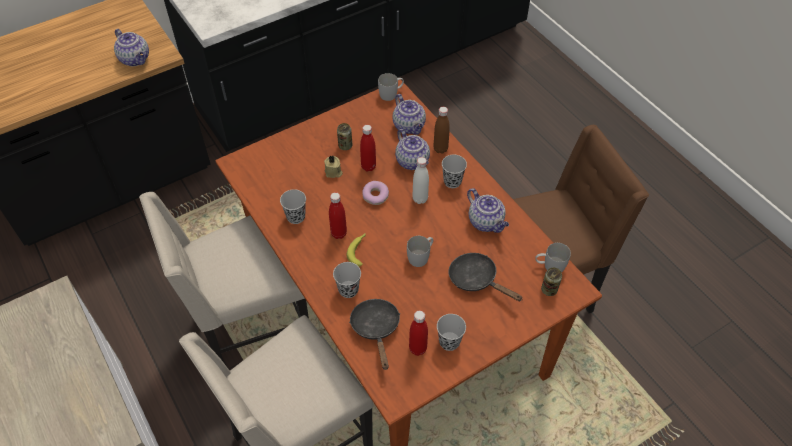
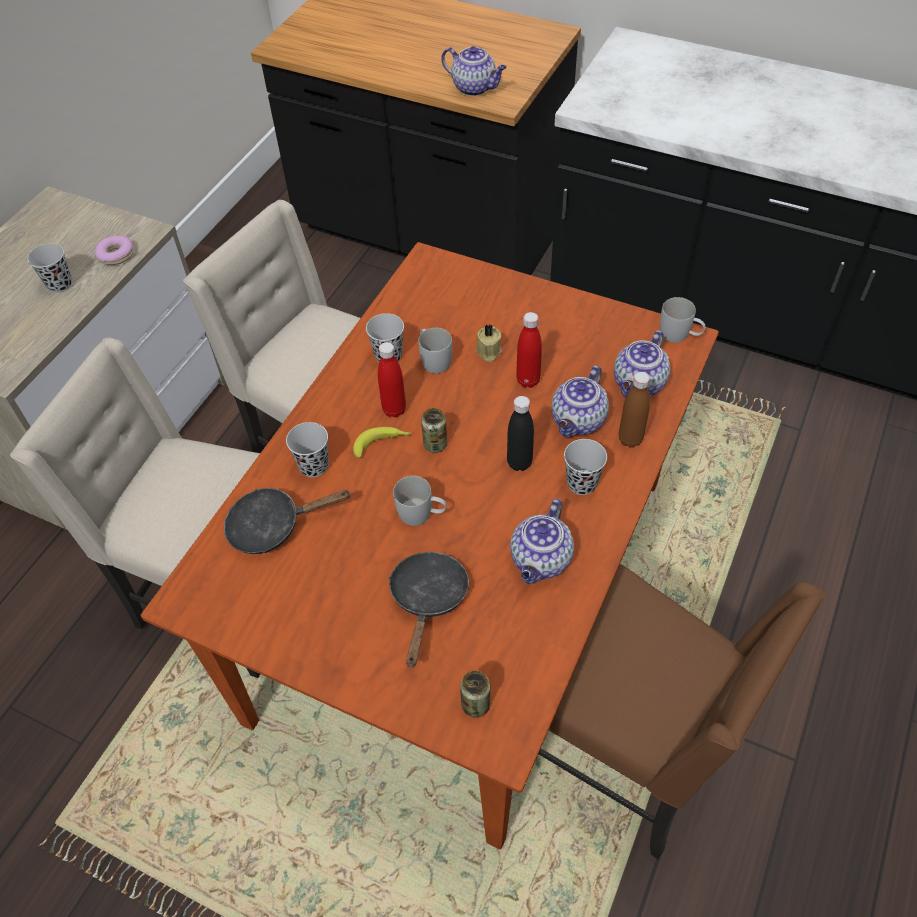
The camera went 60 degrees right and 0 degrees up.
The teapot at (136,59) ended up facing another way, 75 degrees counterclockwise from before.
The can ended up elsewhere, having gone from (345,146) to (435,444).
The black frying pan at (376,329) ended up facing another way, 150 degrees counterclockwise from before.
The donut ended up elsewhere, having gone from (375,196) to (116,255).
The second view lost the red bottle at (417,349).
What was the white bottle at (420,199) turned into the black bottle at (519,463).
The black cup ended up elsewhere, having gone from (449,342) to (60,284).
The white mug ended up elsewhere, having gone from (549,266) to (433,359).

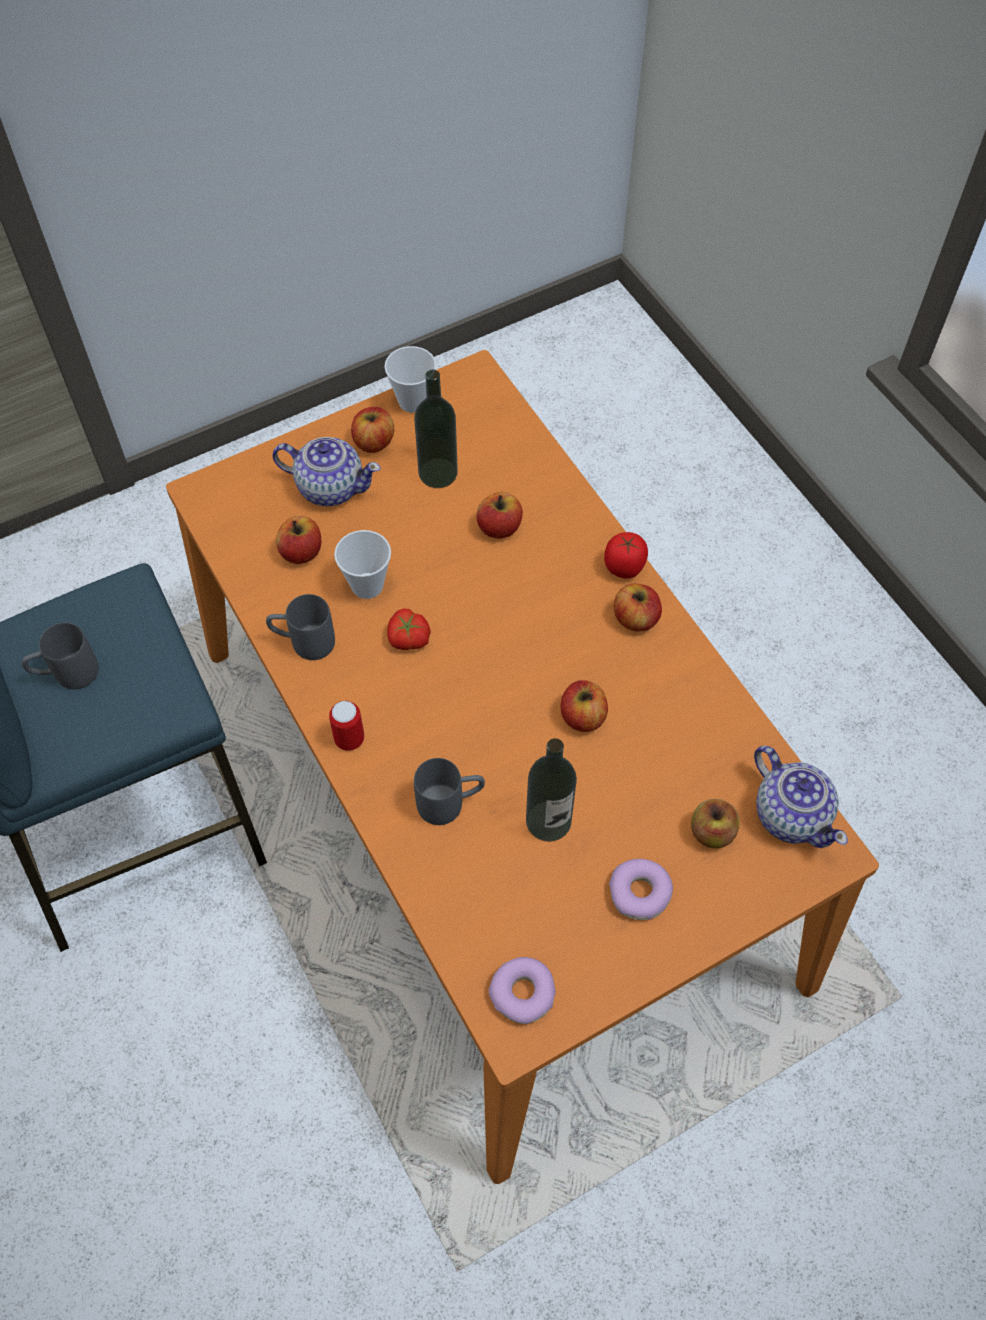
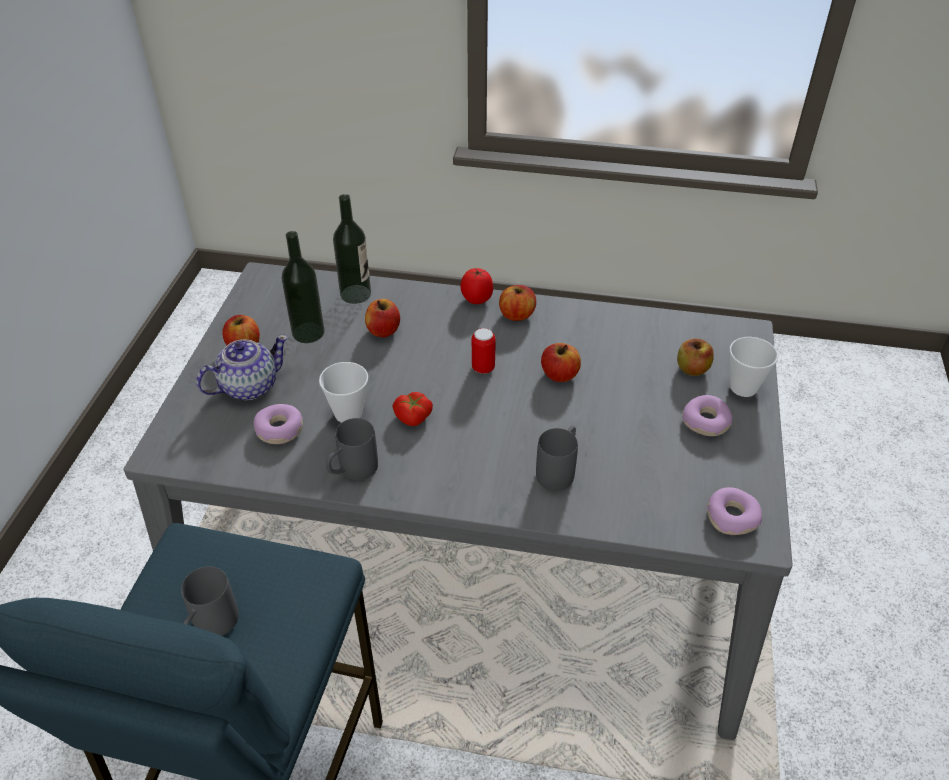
The camera went 50 degrees left and 15 degrees down.
What was the orange dining table at (493,809) turned into the grey dining table at (474,561).
Where the apple stood at (301,552), the donut came to stand at (280,430).
The can ended up elsewhere, having gone from (349,739) to (483,368).
The cup ended up elsewhere, having gone from (413,401) to (743,387).
The bottle ended up elsewhere, having gone from (548,821) to (355,294).
The second view lost the teapot at (791,814).

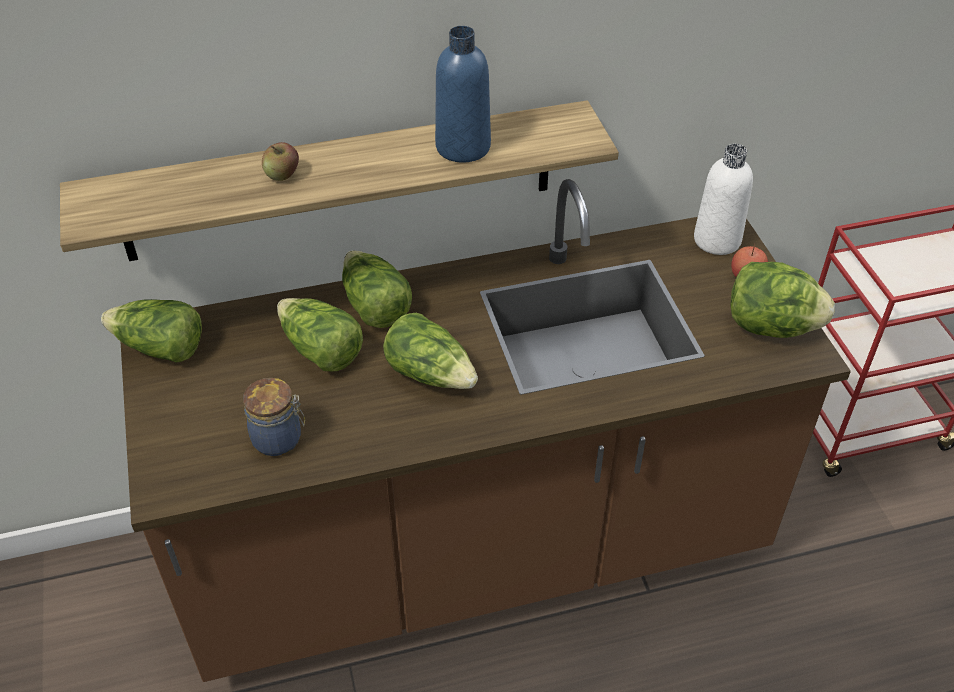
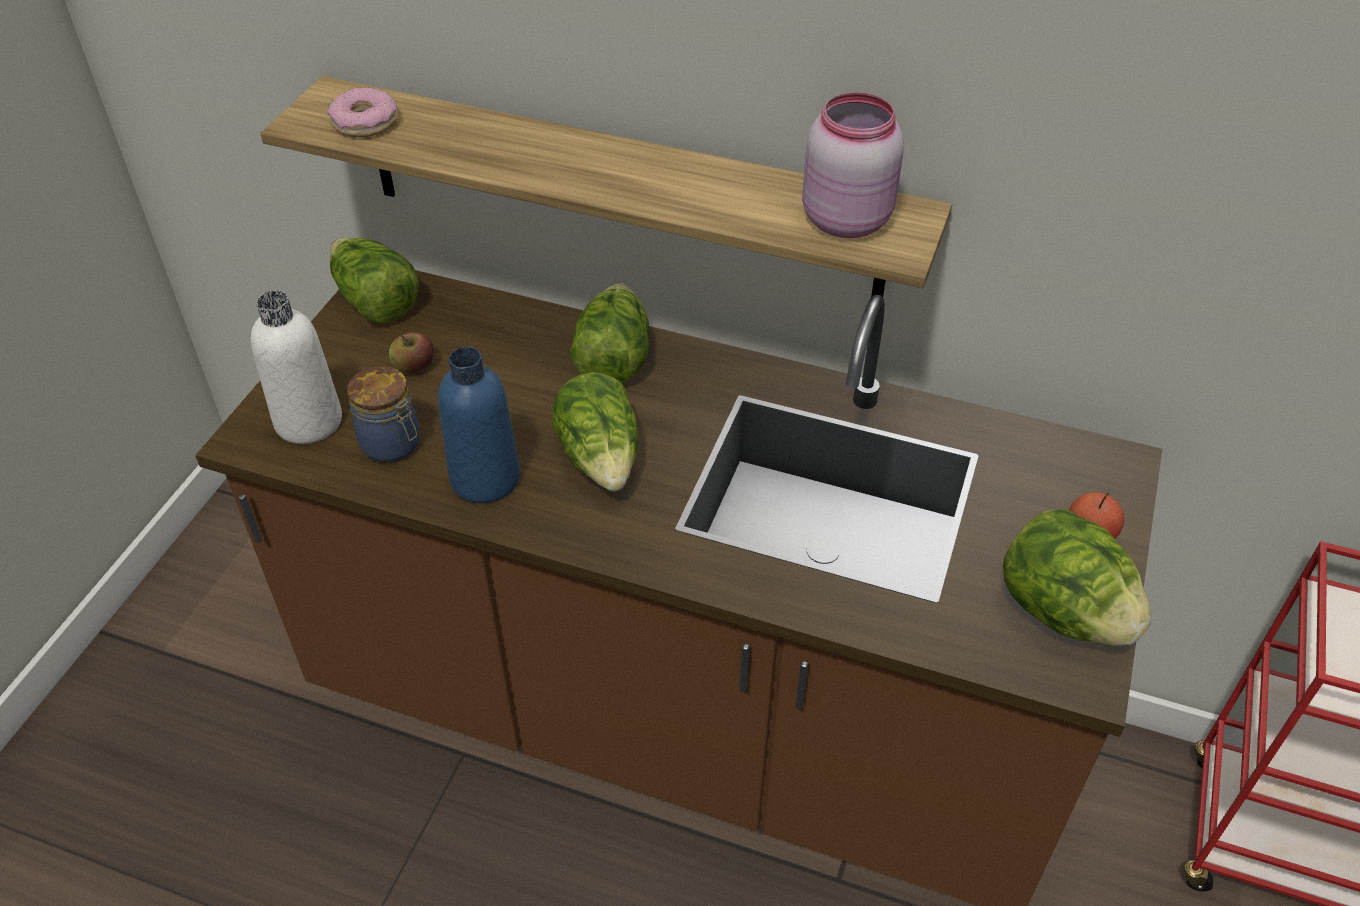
The camera went 35 degrees right and 0 degrees up.
The apple ended up elsewhere, having gone from (282,174) to (414,367).
The second view lost the lettuce at (320,350).
The blue bottle ended up elsewhere, having gone from (463,147) to (485,478).
The white bottle ended up elsewhere, having gone from (717,240) to (308,421).
The second view gained the donut at (365,122).
The second view gained the pink jar at (846,218).

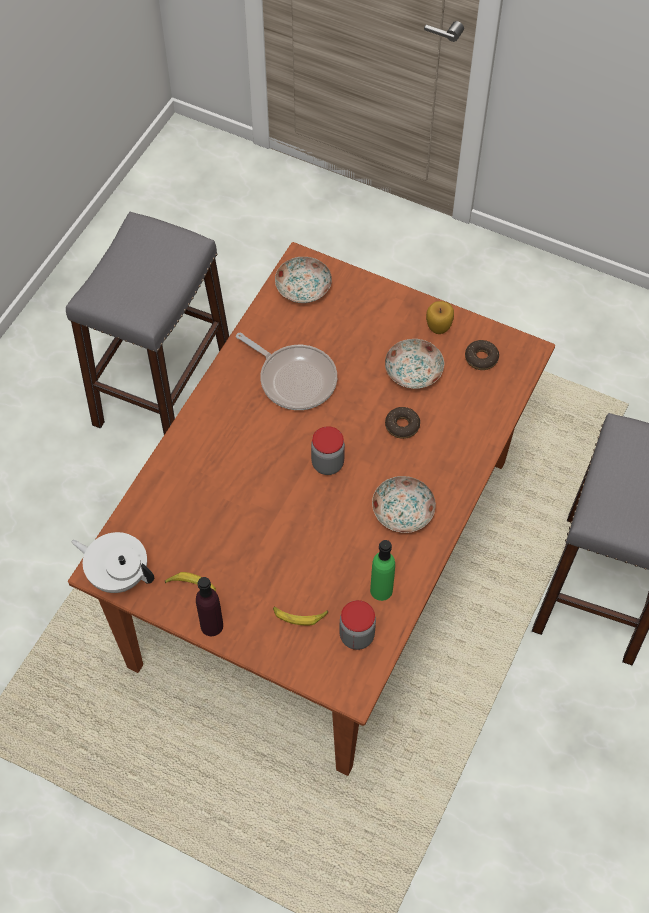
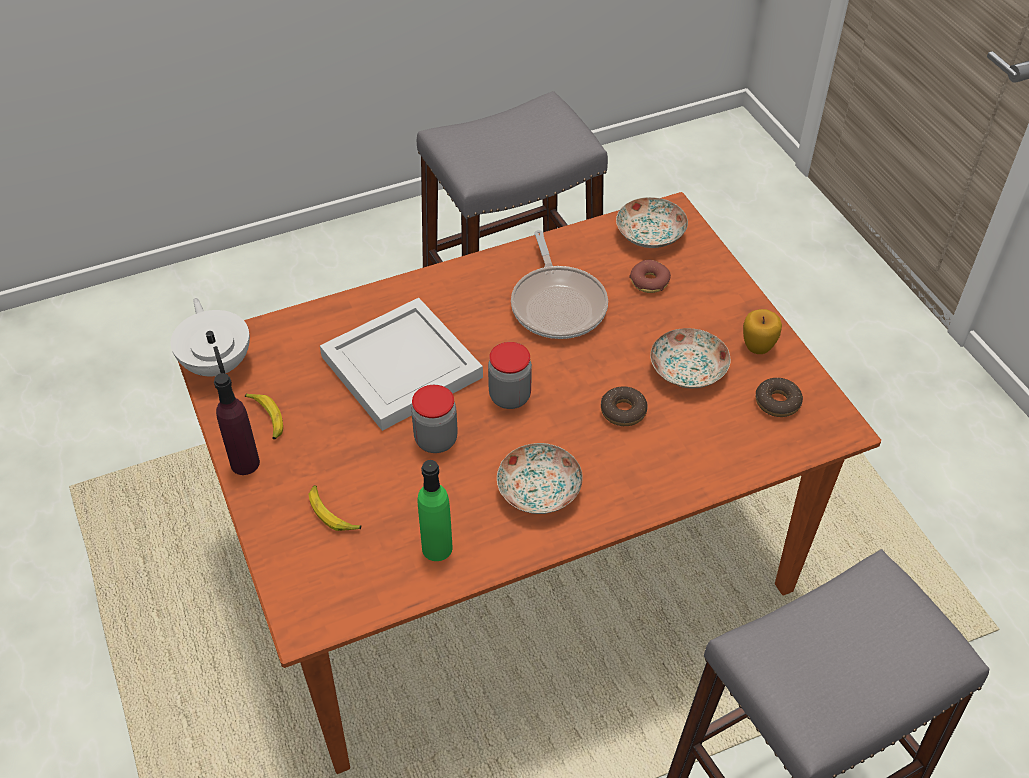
The camera went 40 degrees right and 10 degrees down.
The jar ended up elsewhere, having gone from (356,636) to (436,440).
The second view gained the white tray at (402,365).
The second view gained the donut at (649,281).

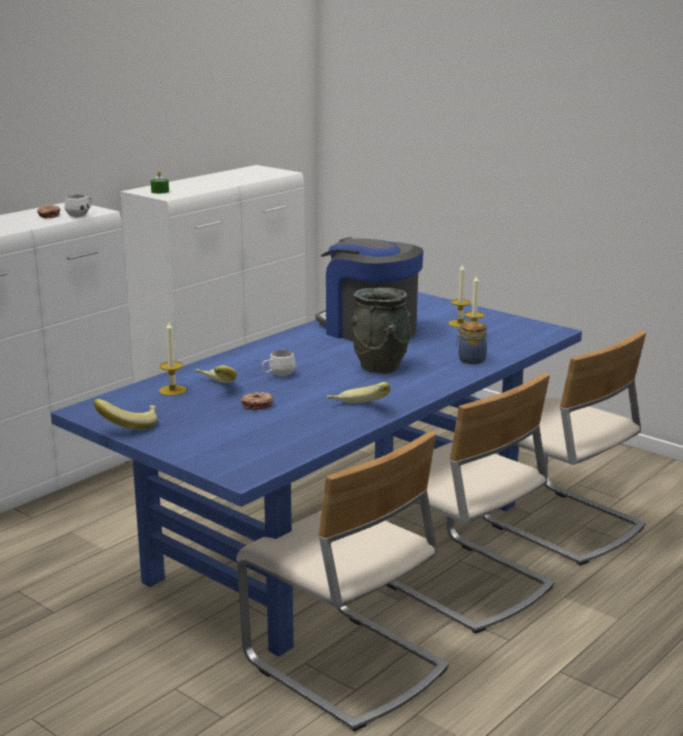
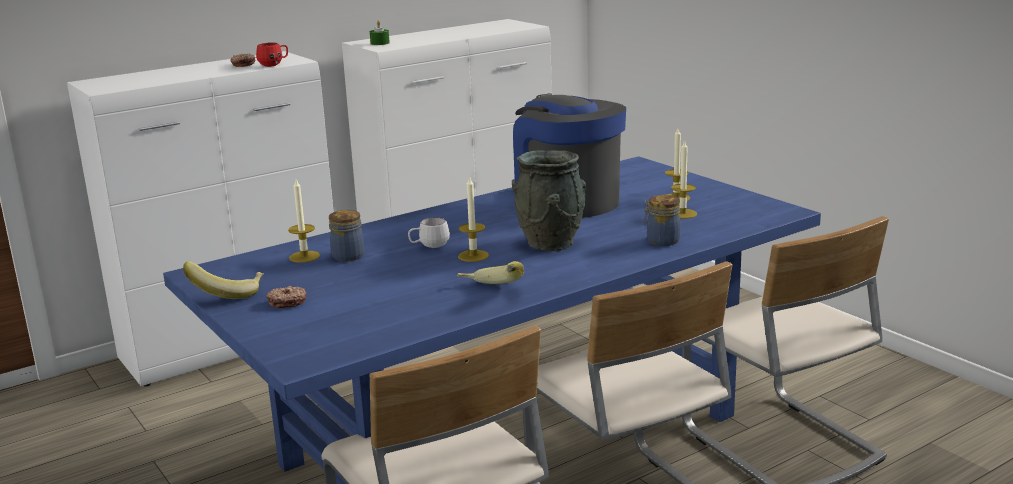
The camera went 15 degrees right and 0 degrees up.
What was the white mug at (80,215) turned into the red mug at (274,64).
Where the banana stood at (213,387), the jar came to stand at (349,256).
The donut ended up elsewhere, having gone from (257,405) to (287,302).
The second view gained the candle at (473,256).

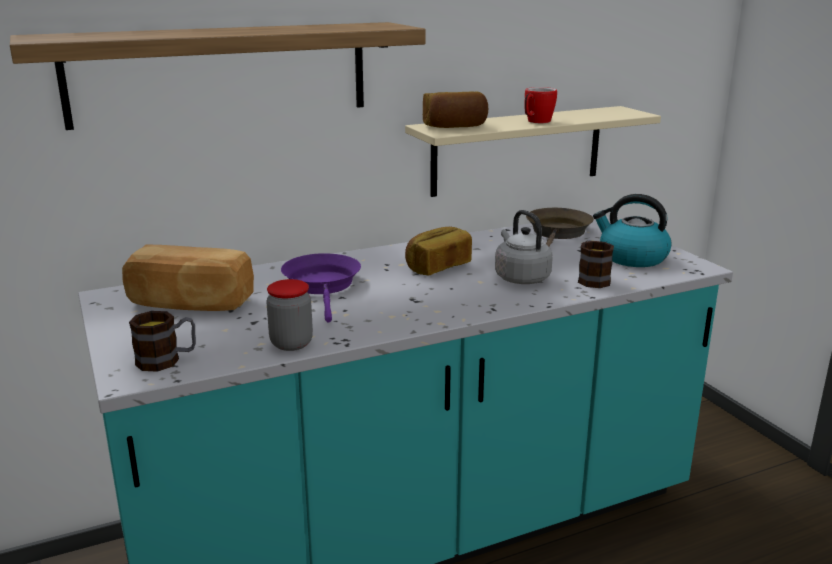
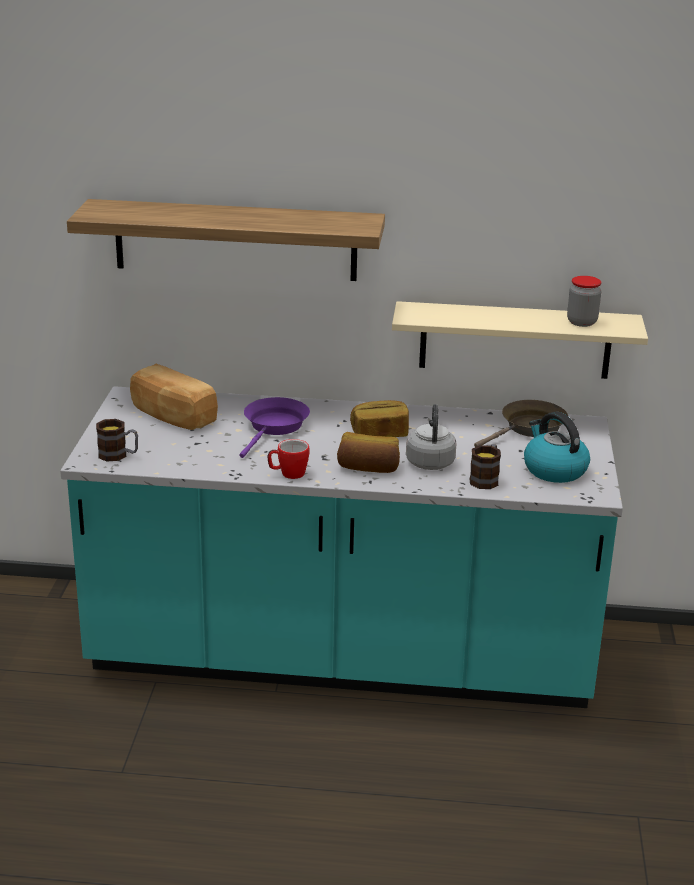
The camera went 30 degrees right and 5 degrees up.
The jar ended up elsewhere, having gone from (291,343) to (581,322).
The bread ended up elsewhere, having gone from (455,126) to (368,468).
The mug ended up elsewhere, having gone from (536,122) to (288,474).

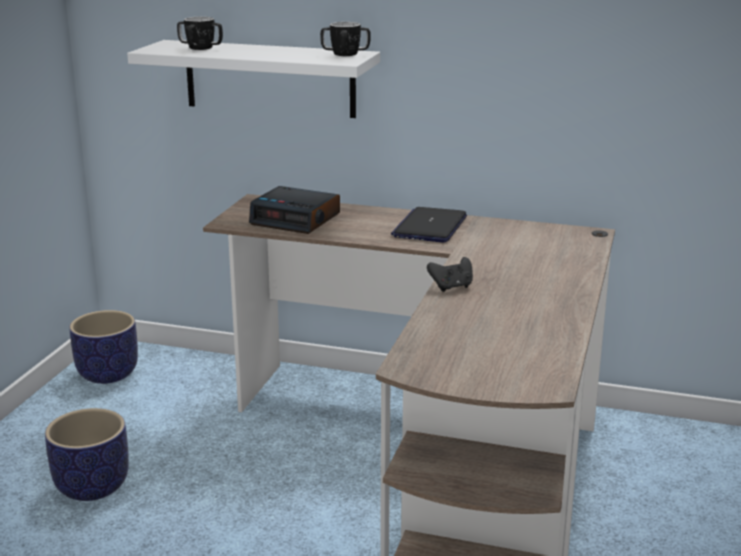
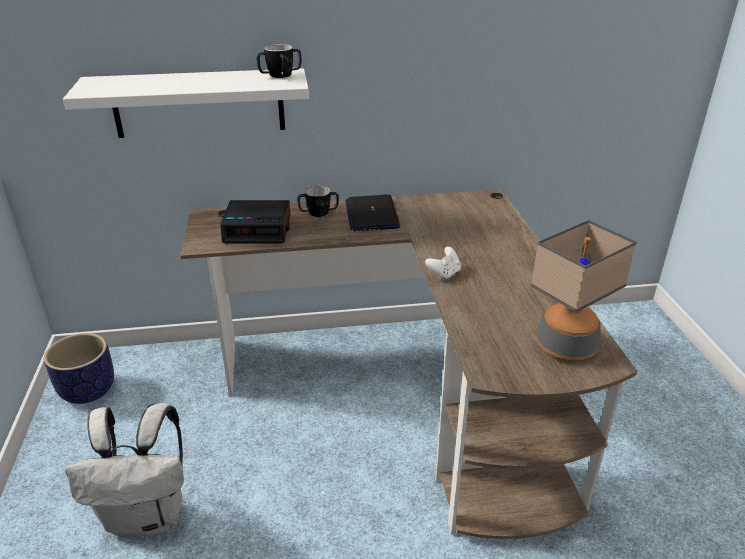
The camera went 25 degrees left and 10 degrees up.
Where the planter stood at (93,486), the white backpack came to stand at (148,516).
The mug ended up elsewhere, having gone from (200,48) to (318,213).
What was the black game controller at (451,287) turned into the white game controller at (444,274).
The second view gained the table lamp at (566,345).

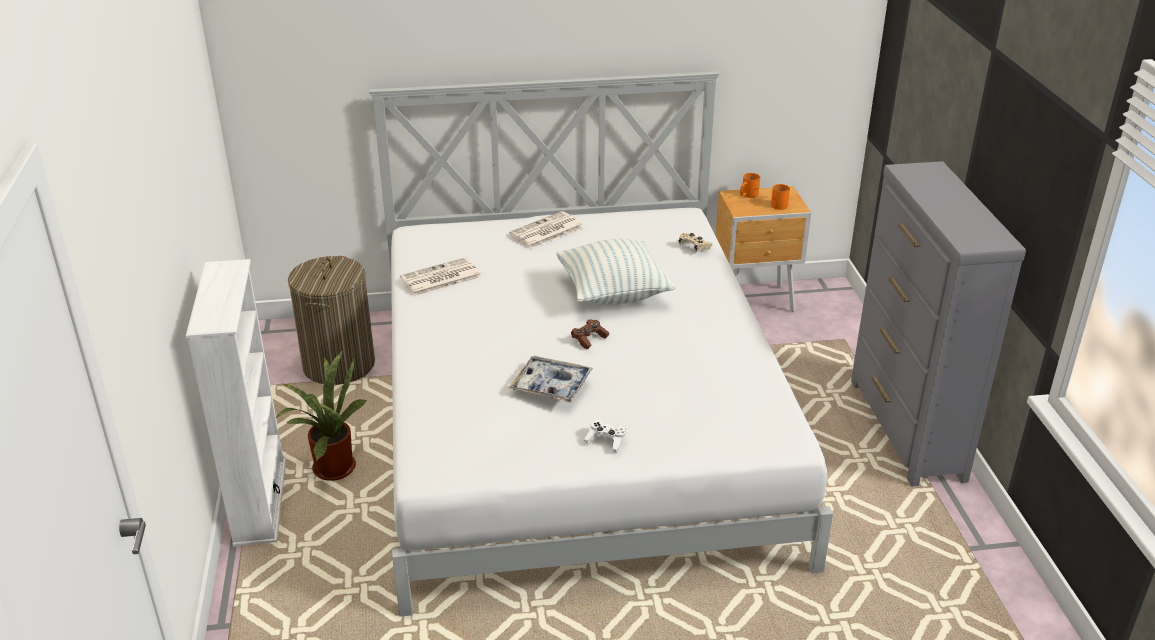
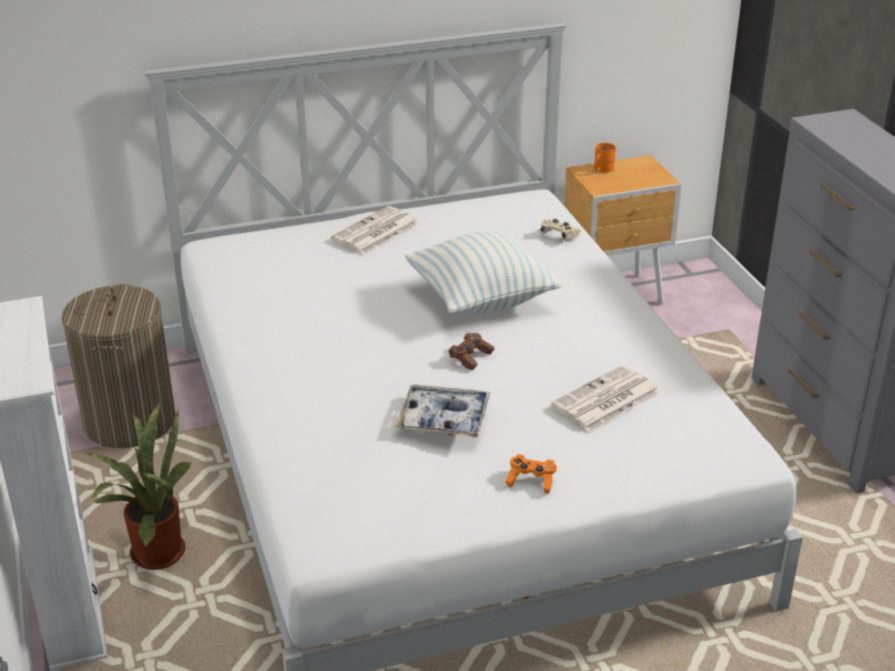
The camera went 10 degrees left and 0 degrees up.
The newspaper ended up elsewhere, having gone from (440,278) to (605,400).
What was the white game controller at (606,441) turned into the orange game controller at (531,481).
The second view lost the orange mug at (779,204).

